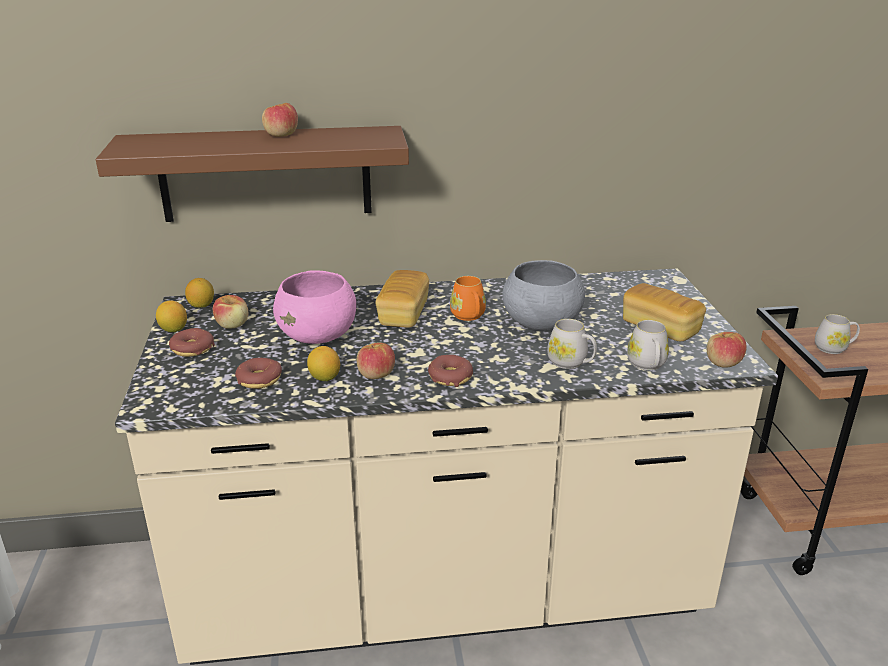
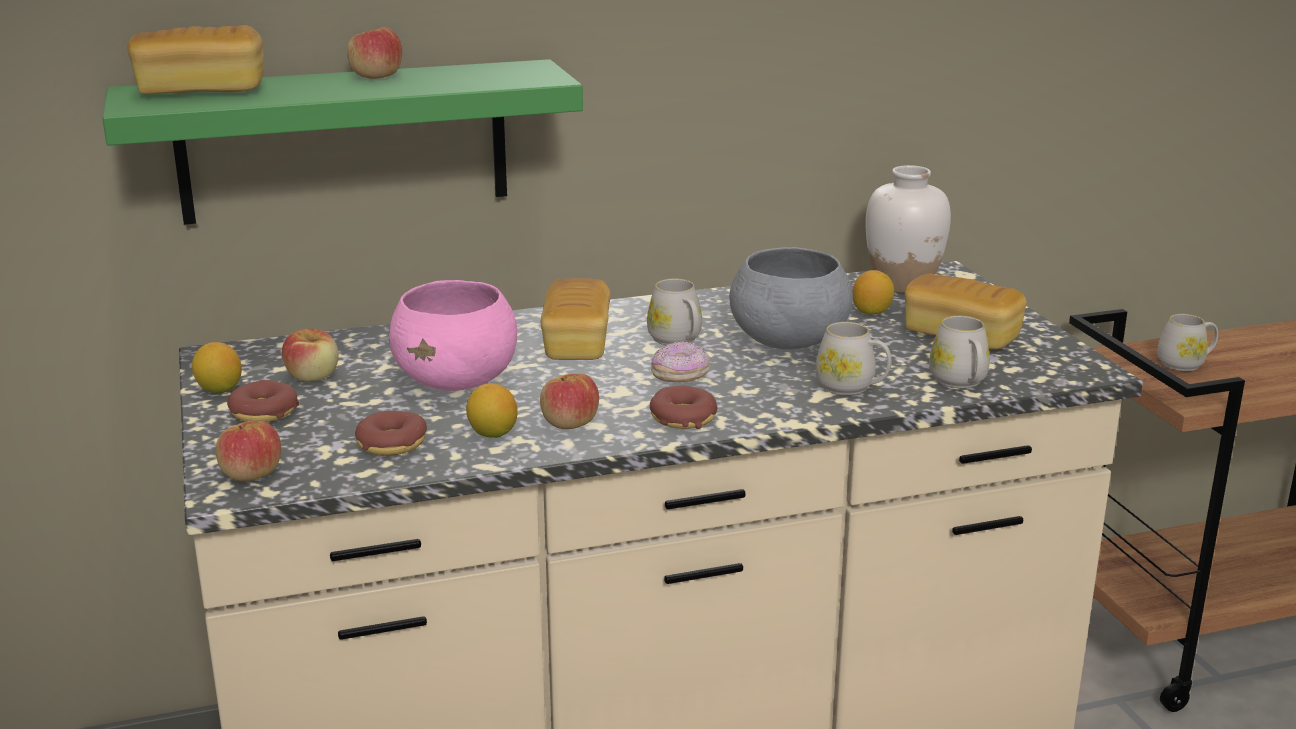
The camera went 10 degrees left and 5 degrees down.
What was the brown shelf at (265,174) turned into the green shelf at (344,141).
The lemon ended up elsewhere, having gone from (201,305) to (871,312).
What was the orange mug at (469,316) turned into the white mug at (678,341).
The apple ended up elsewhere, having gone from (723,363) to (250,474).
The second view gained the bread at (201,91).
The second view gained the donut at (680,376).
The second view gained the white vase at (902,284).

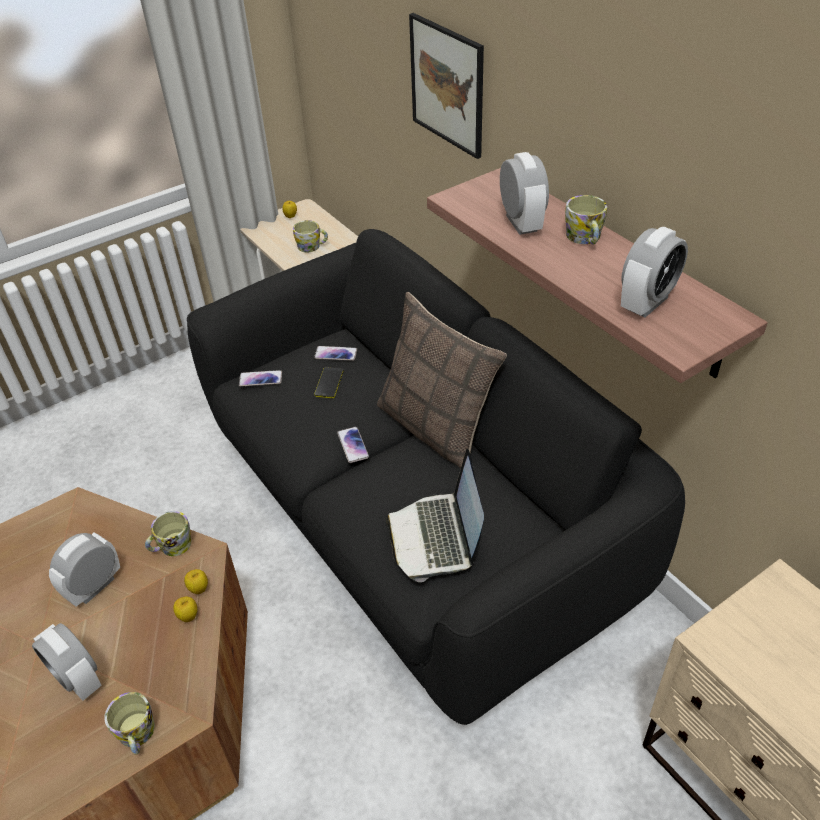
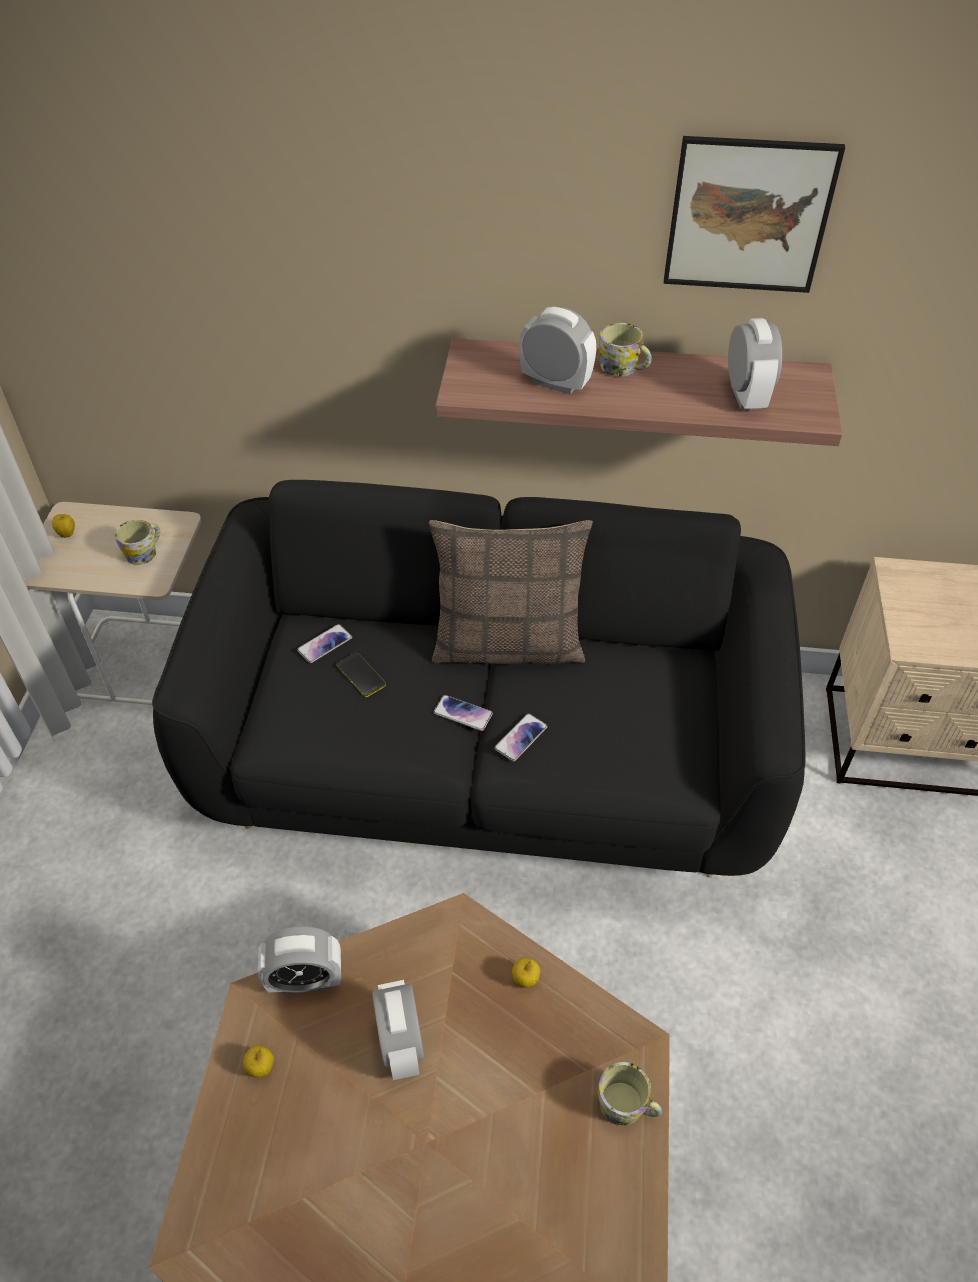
The camera went 50 degrees left and 5 degrees up.
The alarm clock ended up elsewhere, having gone from (78,679) to (305,980).
The second view lost the mug at (171,546).
The apple ended up elsewhere, having gone from (199,589) to (261,1068).
The phone ended up elsewhere, having gone from (260,379) to (521,738).
The second view lost the laptop at (436,537).
The picture ended up elsewhere, having gone from (447,85) to (748,216).

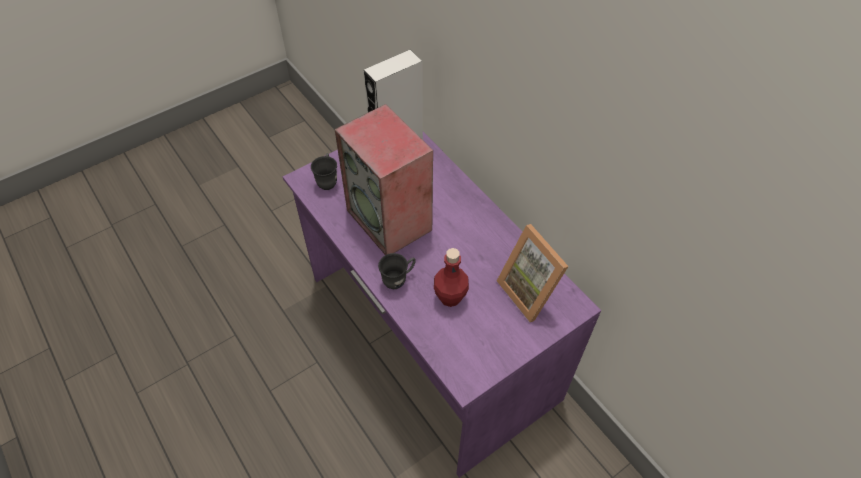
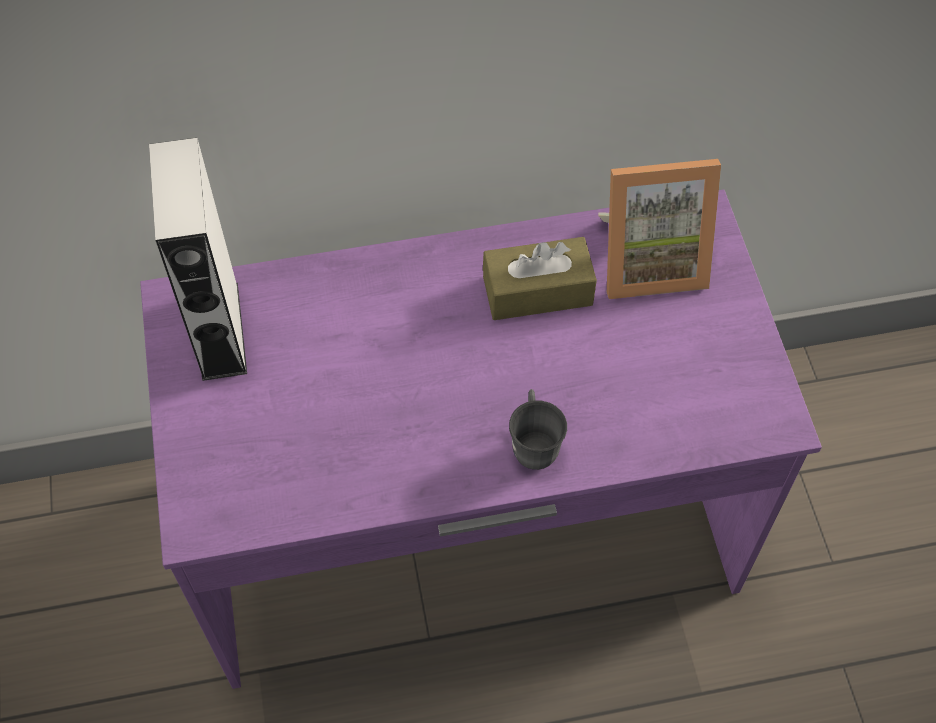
The camera went 65 degrees left and 5 degrees up.
The second view lost the grey mug at (327,180).
The second view lost the speaker at (390,220).
The second view lost the red bottle at (450,297).
The second view gained the brown tissue box at (537,291).

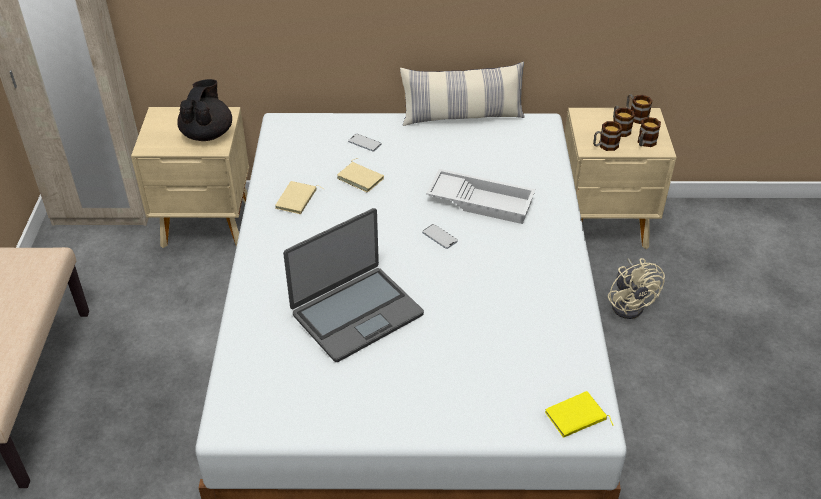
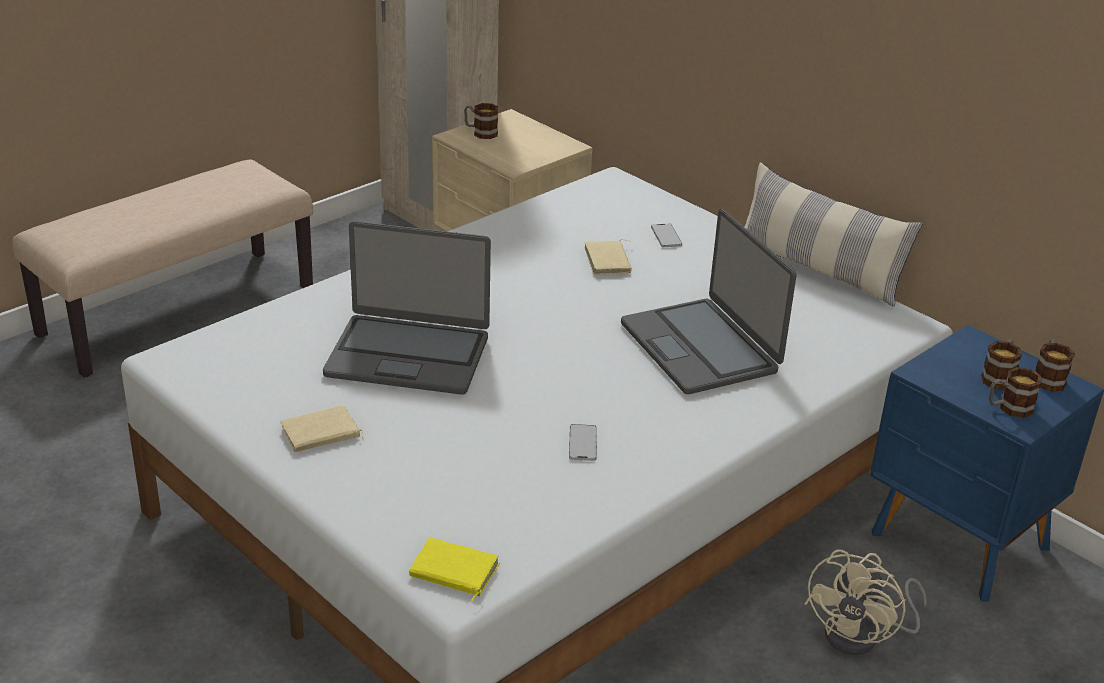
The camera went 45 degrees right and 10 degrees down.
The second view lost the black teapot at (207,133).
The beige book ended up elsewhere, having gone from (297,200) to (321,434).
The phone ended up elsewhere, having gone from (439,237) to (582,443).
Where the white tray stood at (481,201), the laptop came to stand at (701,347).
What was the beige nightstand at (604,226) turned into the blue nightstand at (959,543).
The mug ended up elsewhere, having gone from (604,146) to (480,132).

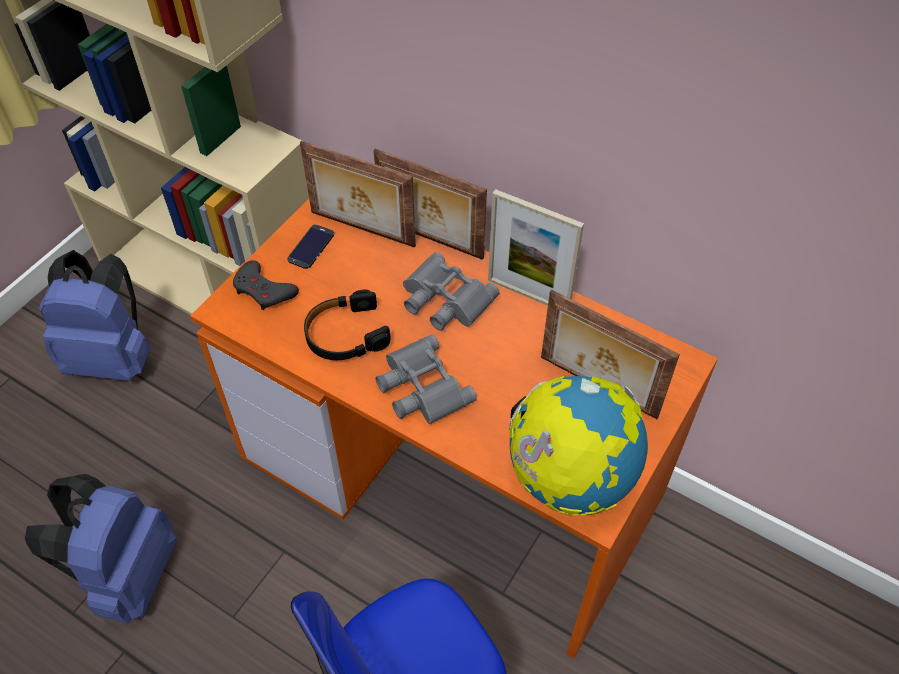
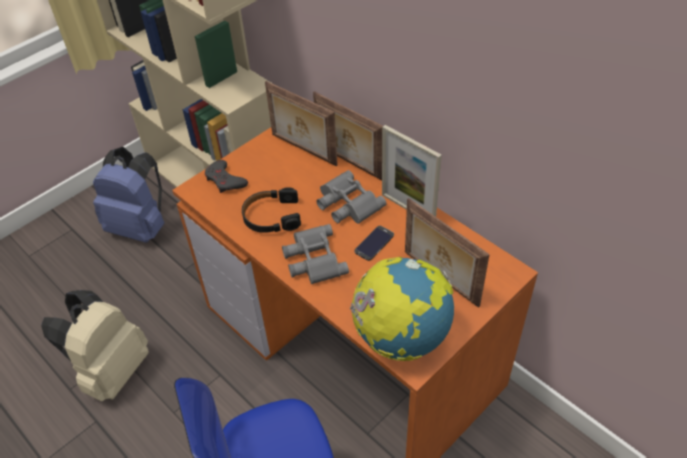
The camera went 15 degrees right and 5 degrees down.
What was the blue backpack at (127,575) turned into the beige backpack at (112,371).
The phone ended up elsewhere, having gone from (311,247) to (374,243).

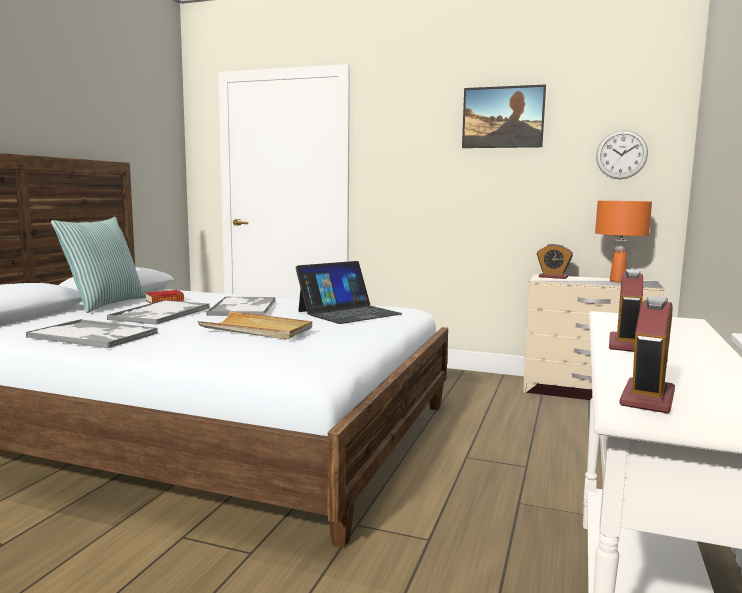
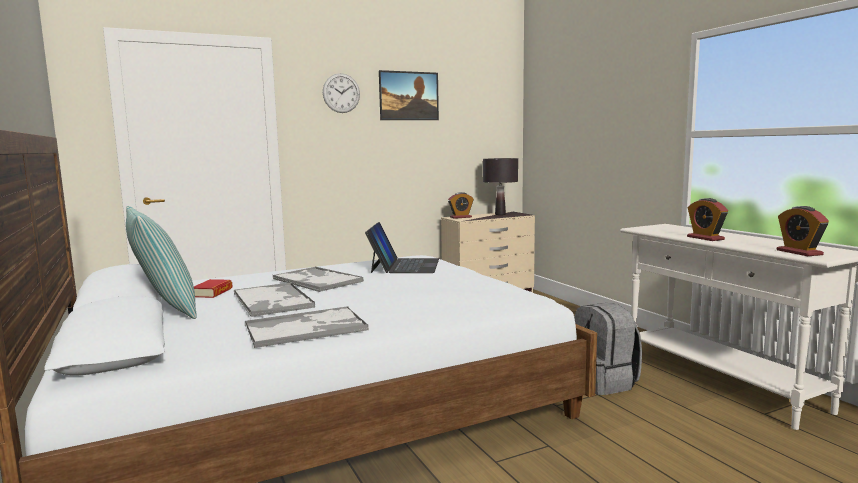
The camera went 45 degrees left and 0 degrees up.
The second view lost the beige tray at (257,329).
What was the orange table lamp at (617,281) turned into the black table lamp at (500,214).
The wall clock ended up elsewhere, having gone from (621,154) to (341,93).
The second view gained the grey backpack at (604,382).

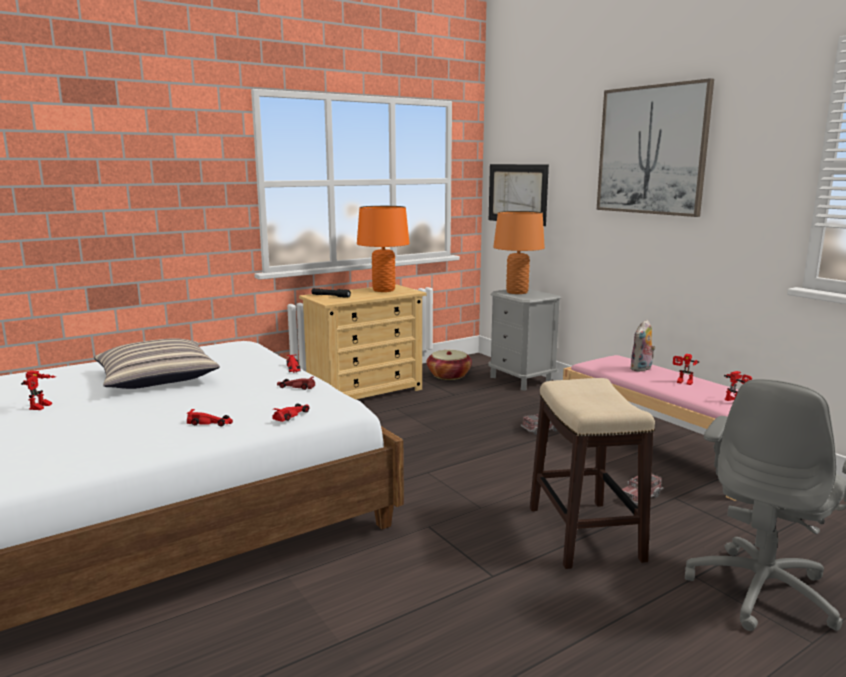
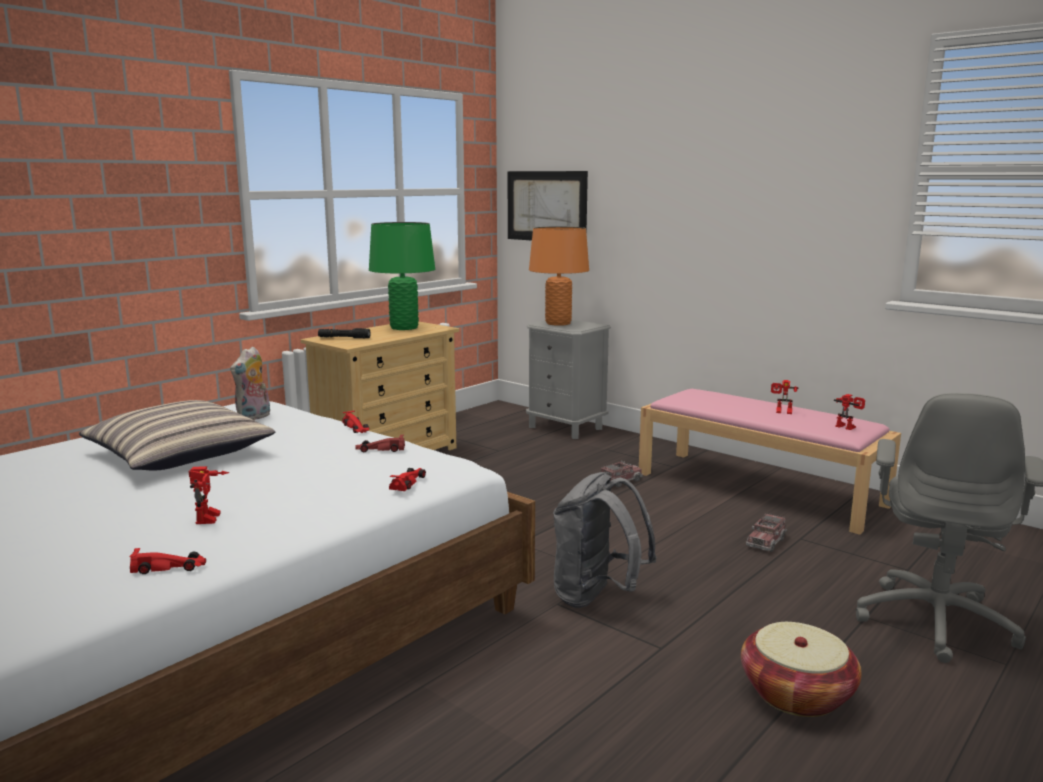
The camera went 15 degrees left and 0 degrees up.
The toy robot ended up elsewhere, having gone from (42,407) to (211,519).
The red toy car ended up elsewhere, having gone from (210,423) to (169,567).
What was the orange table lamp at (383,290) turned into the green table lamp at (404,328).
The basket ended up elsewhere, having gone from (449,375) to (796,694).
The second view lost the stool at (585,534).
The second view lost the picture at (651,150).
The plush toy ended up elsewhere, having gone from (641,369) to (254,417).
The second view gained the grey backpack at (597,597).

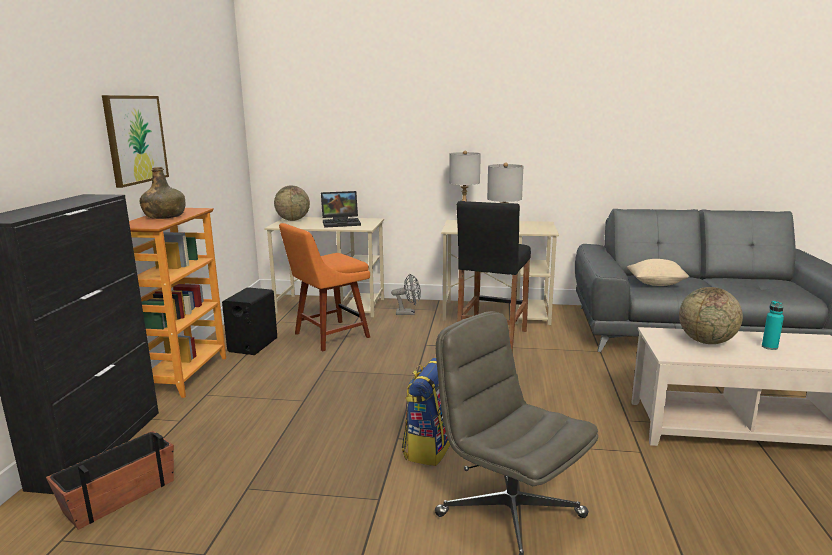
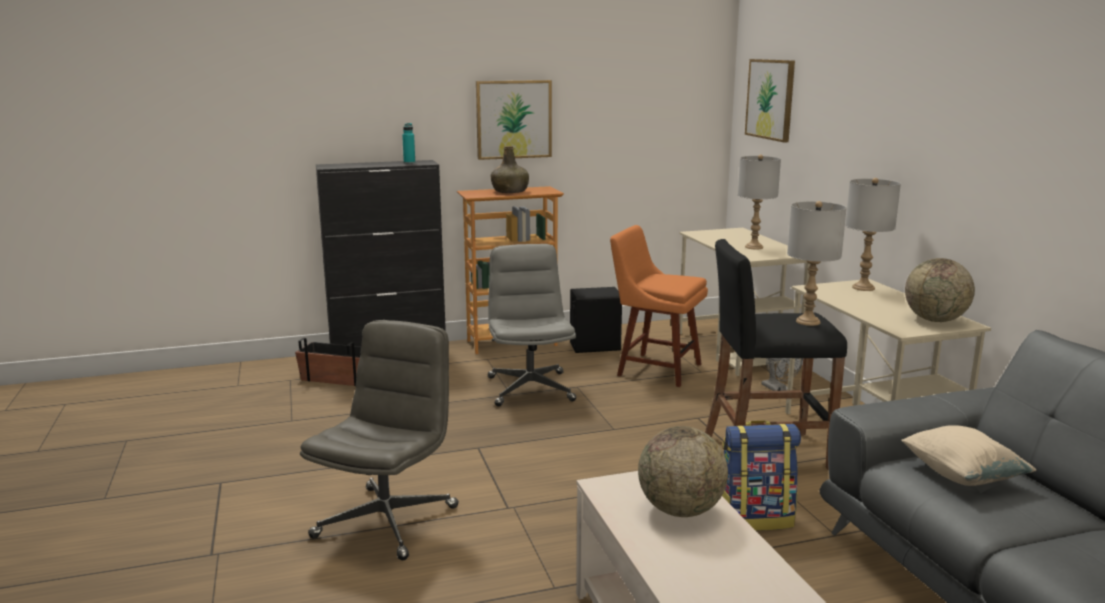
The camera went 65 degrees right and 0 degrees up.
The globe ended up elsewhere, having gone from (293,220) to (935,320).
Where the laptop stood at (342,223), the grey table lamp came to stand at (754,247).
The backpack ended up elsewhere, having gone from (428,447) to (755,518).
The turquoise bottle ended up elsewhere, having gone from (769,347) to (409,163).
The second view gained the grey office chair at (530,388).
The second view gained the picture at (770,99).

